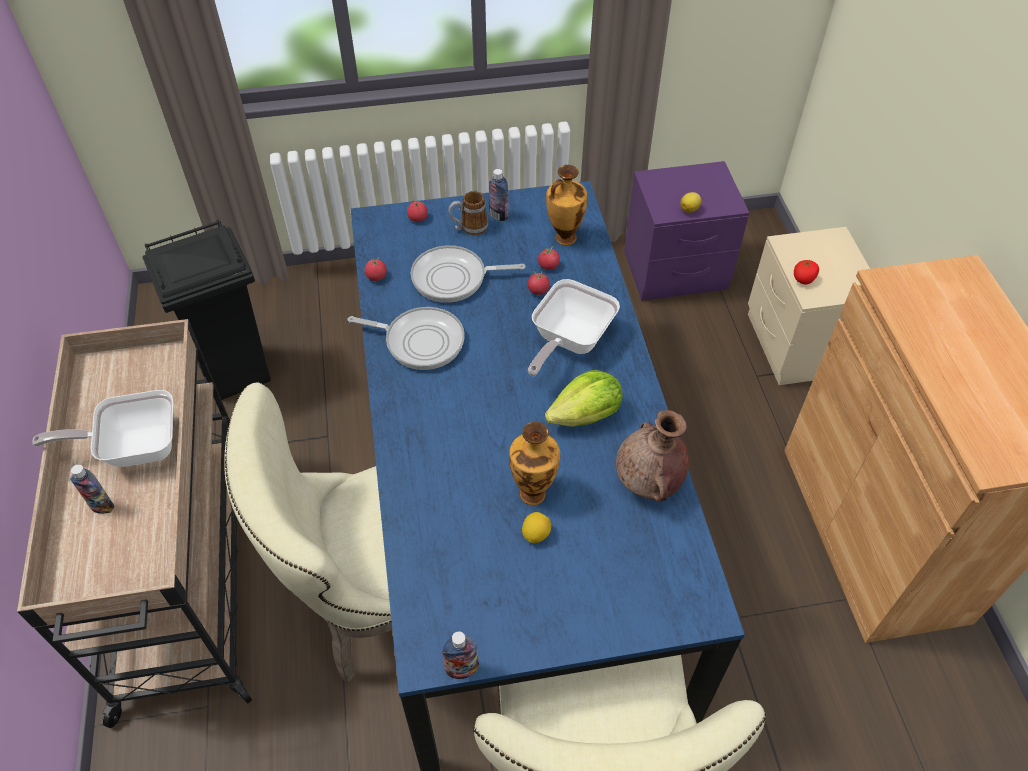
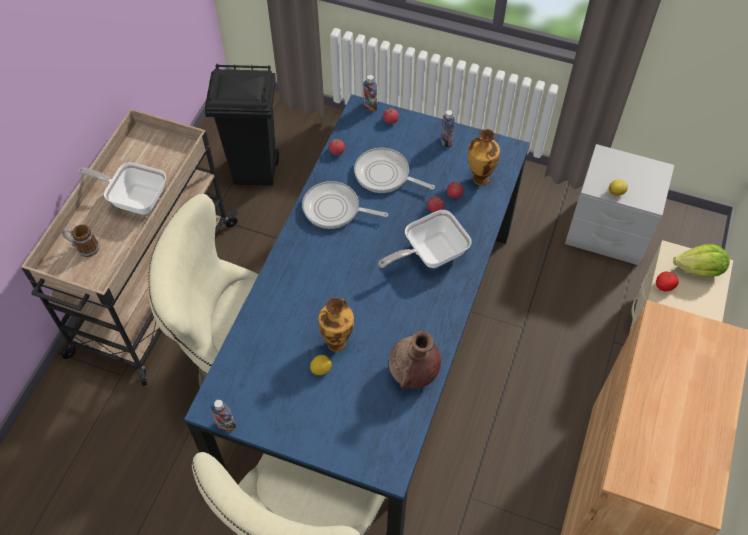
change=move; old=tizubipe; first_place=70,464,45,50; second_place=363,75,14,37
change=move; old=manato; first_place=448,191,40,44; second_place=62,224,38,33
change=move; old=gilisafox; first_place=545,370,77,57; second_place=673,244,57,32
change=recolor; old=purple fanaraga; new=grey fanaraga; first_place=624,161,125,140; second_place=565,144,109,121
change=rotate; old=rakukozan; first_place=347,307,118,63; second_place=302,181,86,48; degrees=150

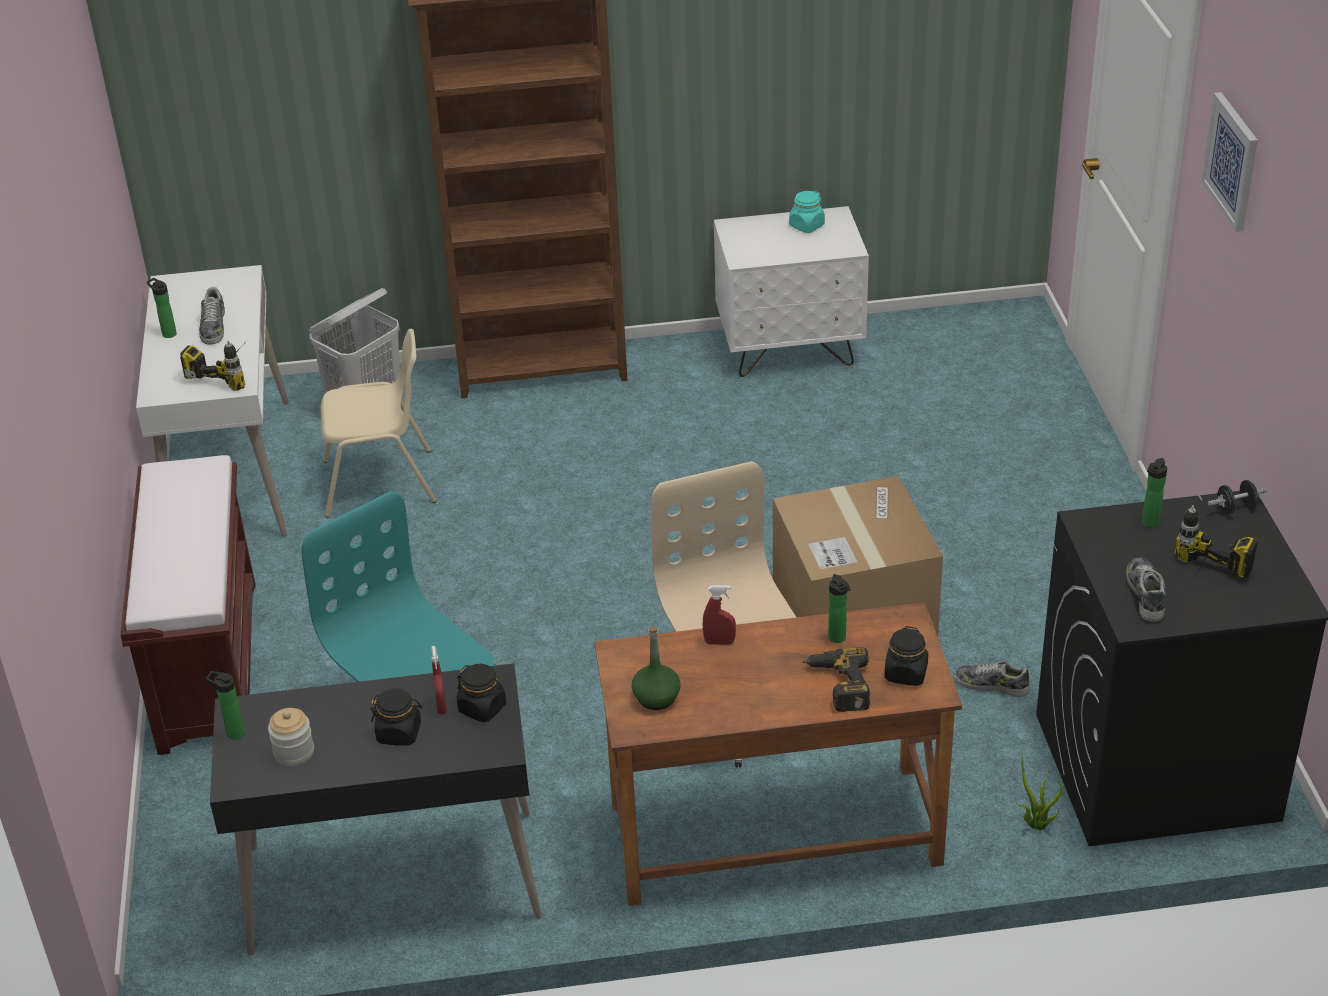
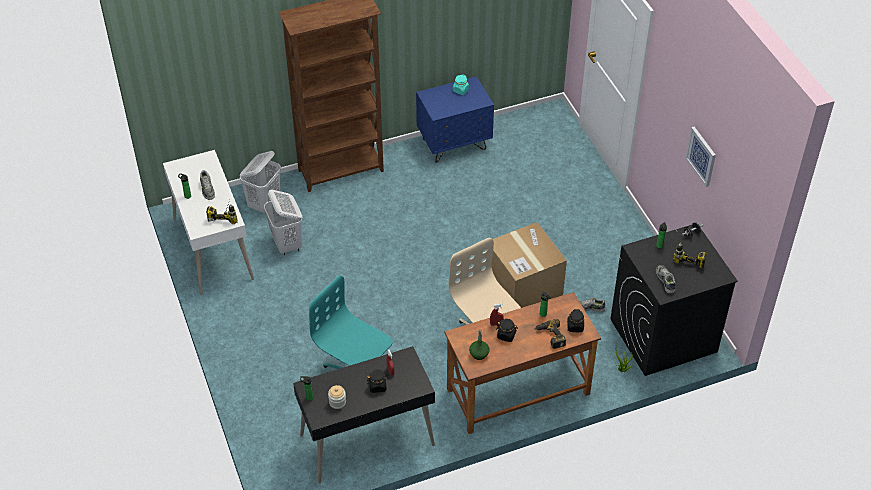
change=delete; old=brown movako; first_place=120,455,135,300
change=move; old=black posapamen; first_place=457,664,49,58; second_place=496,319,22,23
change=move; old=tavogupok; first_place=1201,92,57,140; second_place=685,127,31,60
change=replace; old=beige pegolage; new=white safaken; first_place=321,329,115,189; second_place=264,190,39,65
change=recolor; old=white fanaraga; new=blue fanaraga; first_place=714,206,155,171; second_place=416,76,78,87

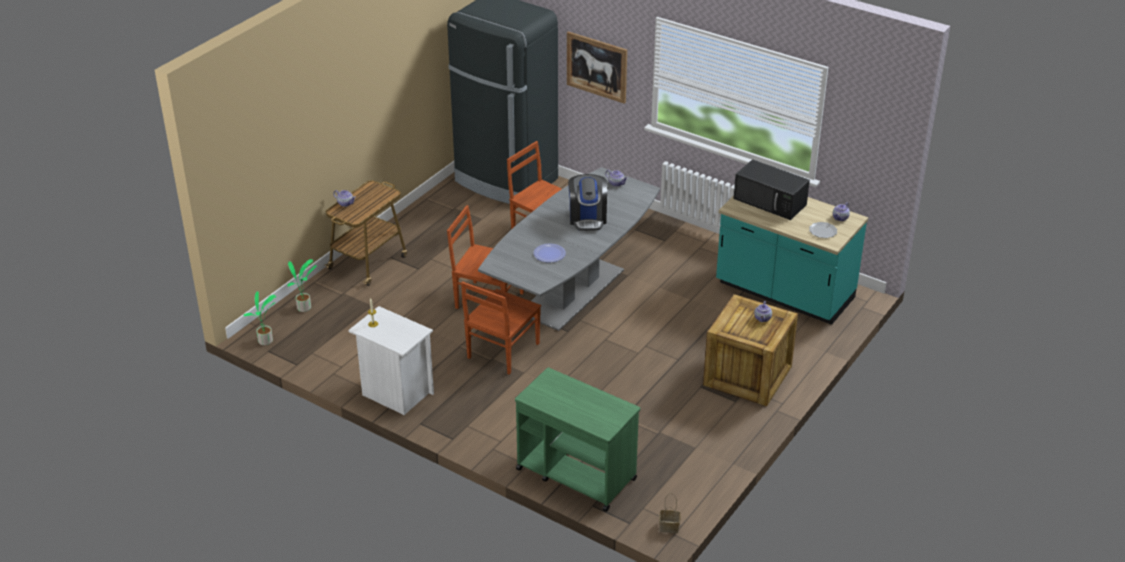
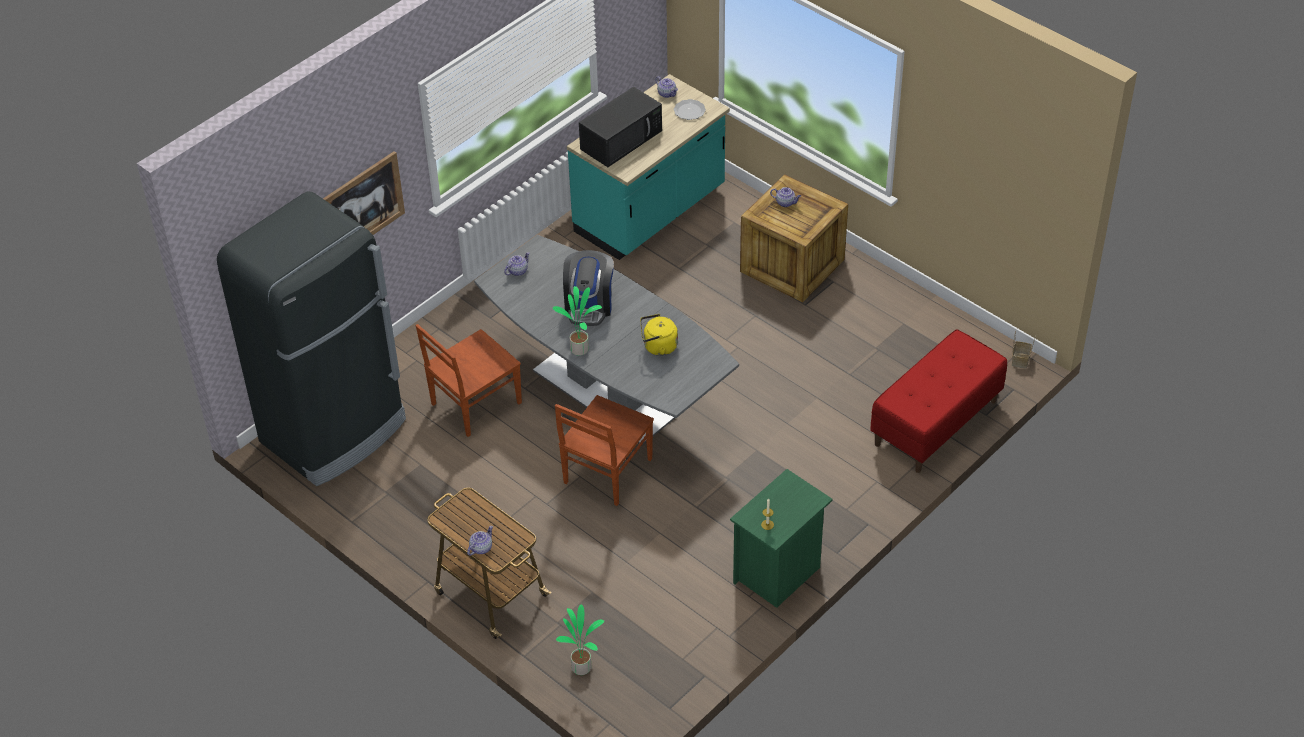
change=delete; old=brown pegolage; first_place=461,281,80,94
change=move; old=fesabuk; first_place=243,291,33,54; second_place=552,286,50,70
change=replace; old=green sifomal; new=red movako; first_place=515,367,125,145; second_place=870,329,137,144
change=replace; old=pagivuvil; new=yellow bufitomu; first_place=533,243,33,19; second_place=640,314,38,42
change=recolor; old=white fanaraga; new=green fanaraga; first_place=348,306,86,109; second_place=730,469,103,139
change=rotate; old=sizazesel; first_place=568,174,40,57; second_place=563,250,51,76; degrees=90

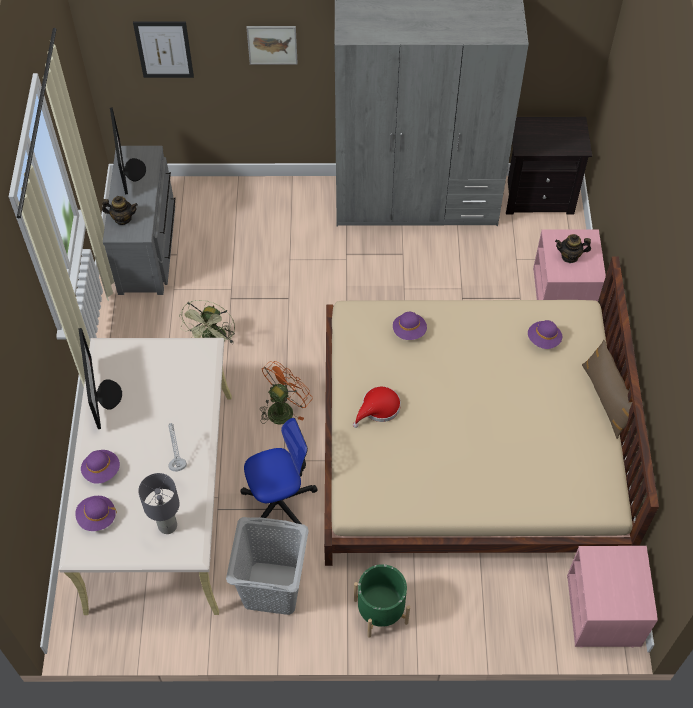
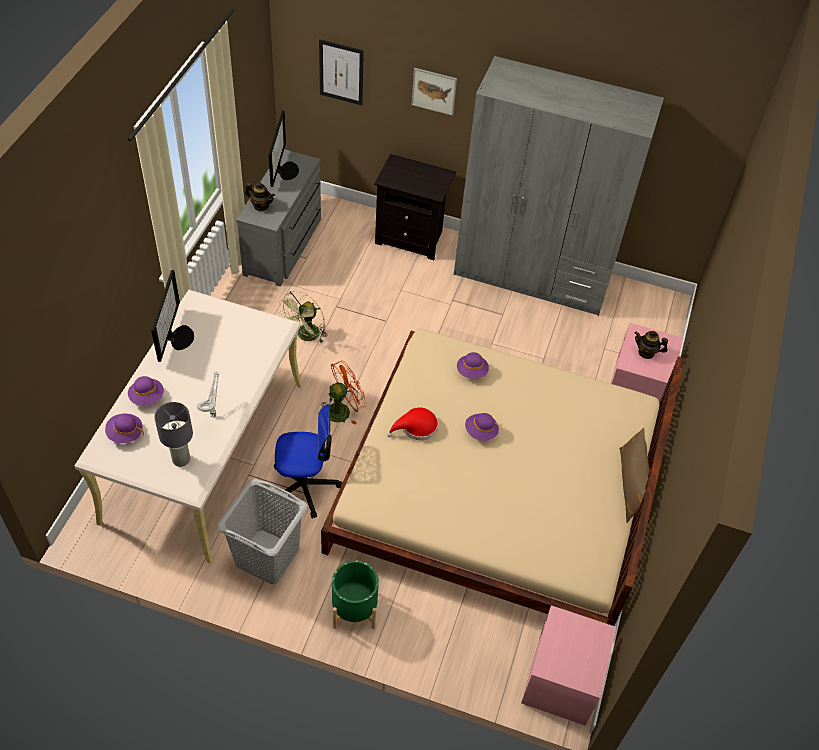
change=move; old=black fanaraga; first_place=506,117,86,98; second_place=374,154,82,106
change=move; old=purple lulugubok; first_place=528,320,34,29; second_place=465,413,34,28

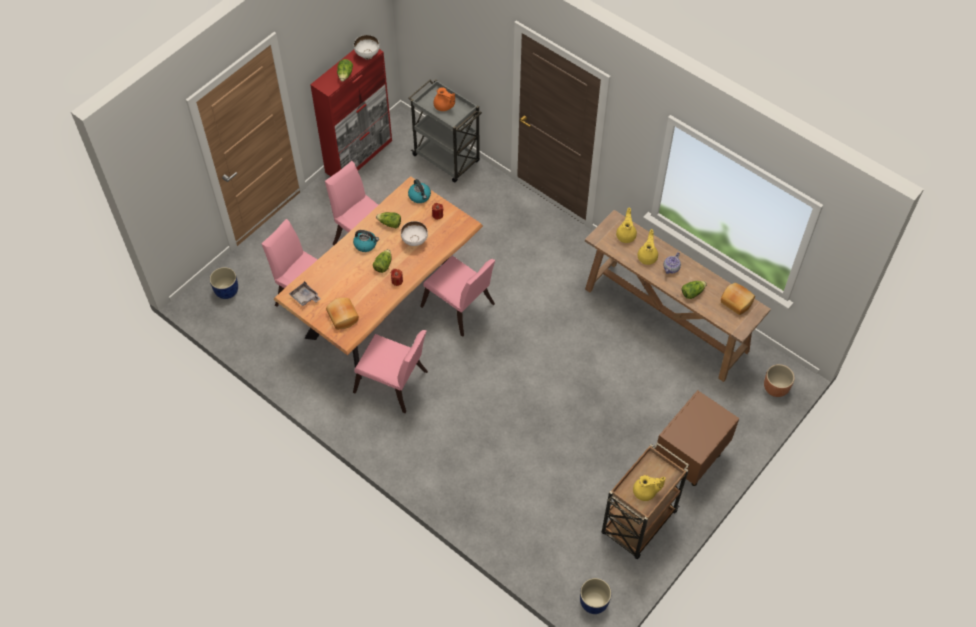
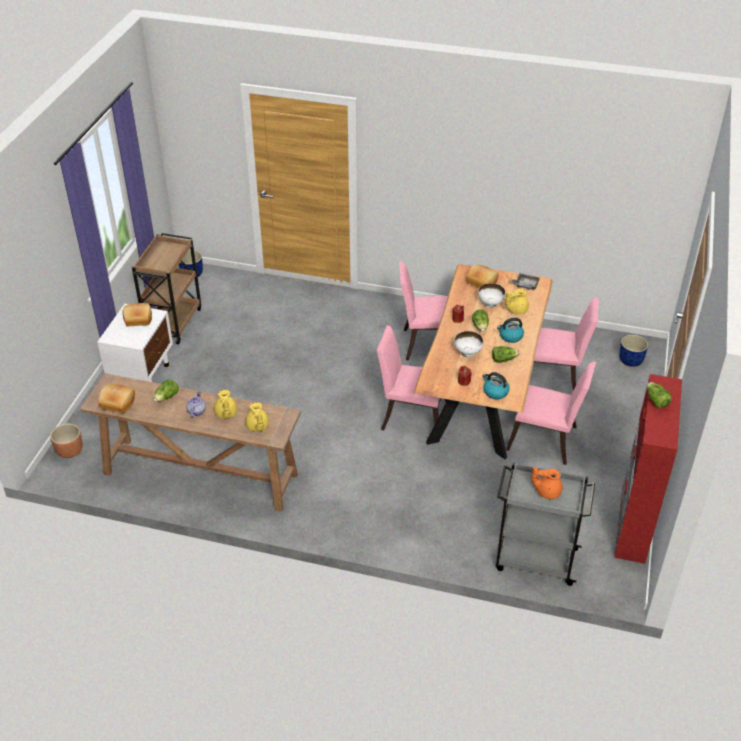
change=insert; new=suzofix; second_place=123,303,29,24
change=move; old=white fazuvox; first_place=354,35,26,25; second_place=478,283,27,25
change=move; old=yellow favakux; first_place=633,475,32,26; second_place=505,288,24,27
change=recolor; old=brown fanaraga; new=white fanaraga; first_place=655,390,85,96; second_place=97,304,76,78

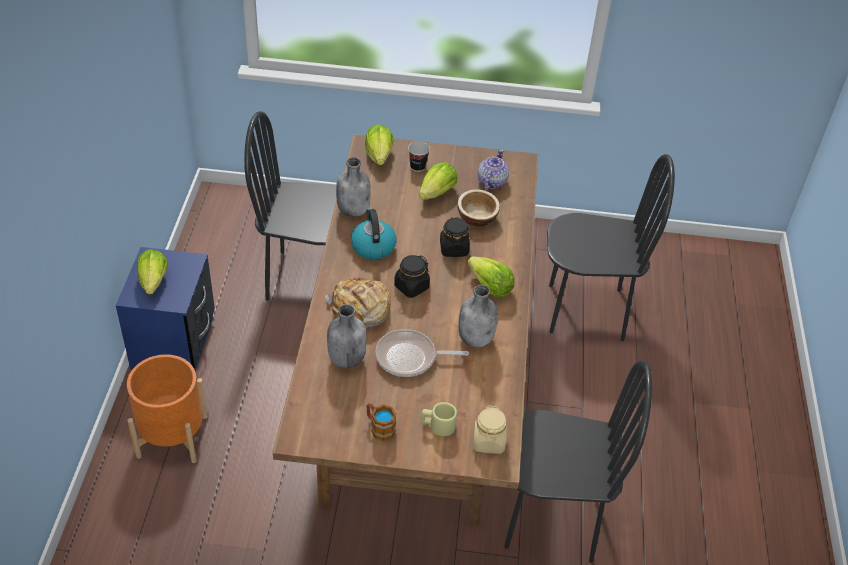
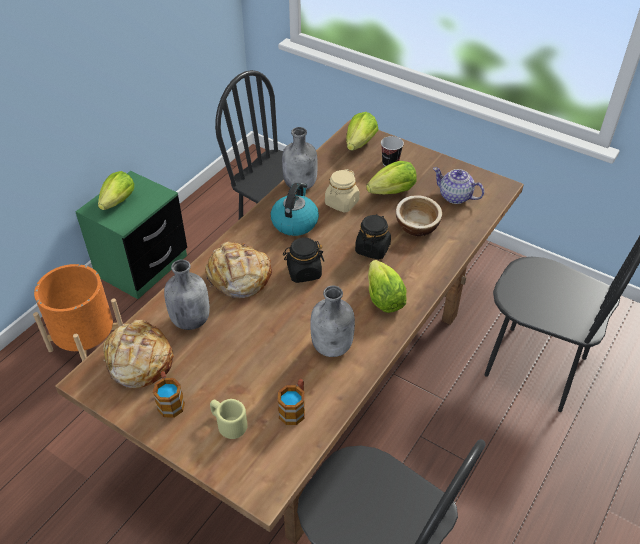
change=delete; old=rakukozan; first_place=375,329,94,48
change=insert; new=suzofix; second_place=103,320,71,68
change=insert; new=manato; second_place=278,379,27,46
change=move; old=beige posapamen; first_place=473,405,34,49; second_place=325,169,35,43
change=recolor; old=blue fanaraga; new=green fanaraga; first_place=116,247,99,124; second_place=75,171,112,128
change=rotate; old=favakux; first_place=478,149,31,41; second_place=433,167,51,37; degrees=-105

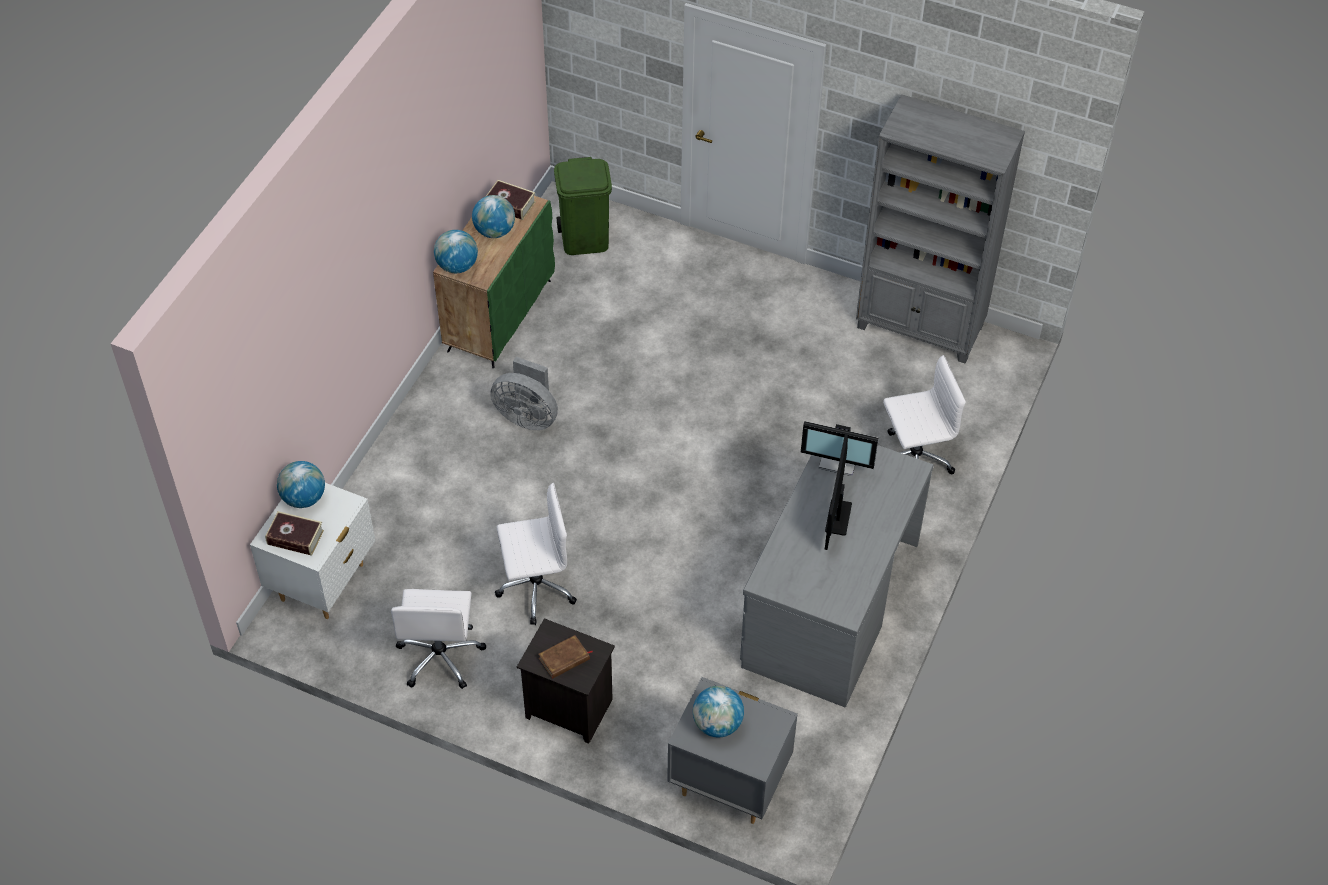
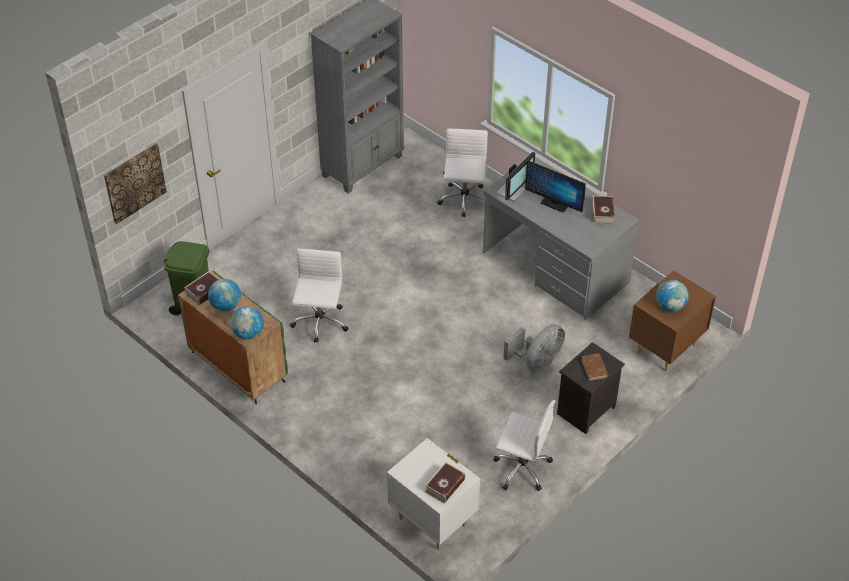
change=delete; old=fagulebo; first_place=277,461,48,47
change=insert; new=tavogupok; second_place=104,143,63,81
change=insert; new=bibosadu; second_place=592,196,23,28
change=move; old=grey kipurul; first_place=490,357,68,73; second_place=503,324,62,48
change=move; old=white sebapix; first_place=495,483,82,142; second_place=290,249,59,94
change=recolor; old=grey fanaraga; new=brown fanaraga; first_place=667,677,131,147; second_place=629,270,87,102

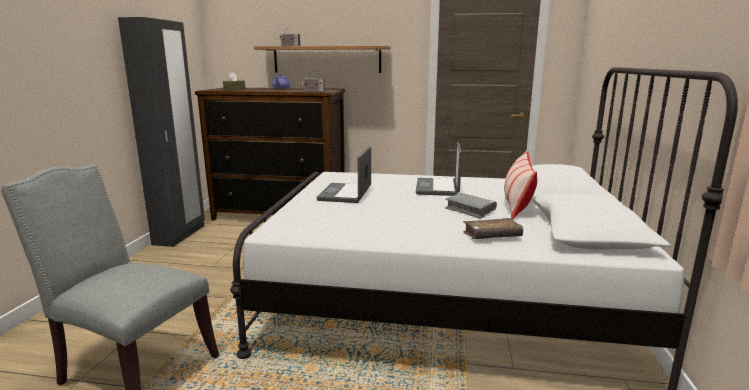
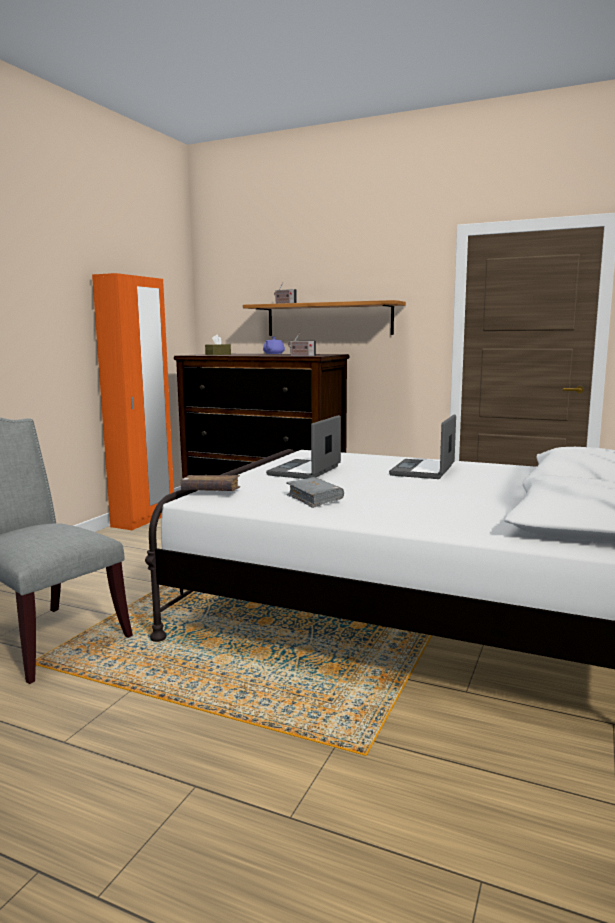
change=delete; old=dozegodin; first_place=504,150,33,69
change=move; old=grey bibosadu; first_place=445,193,52,26; second_place=286,477,58,31
change=move; old=brown bibosadu; first_place=463,218,60,21; second_place=180,475,60,16
change=recolor; old=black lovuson; new=orange lovuson; first_place=118,17,87,230; second_place=92,273,82,257

